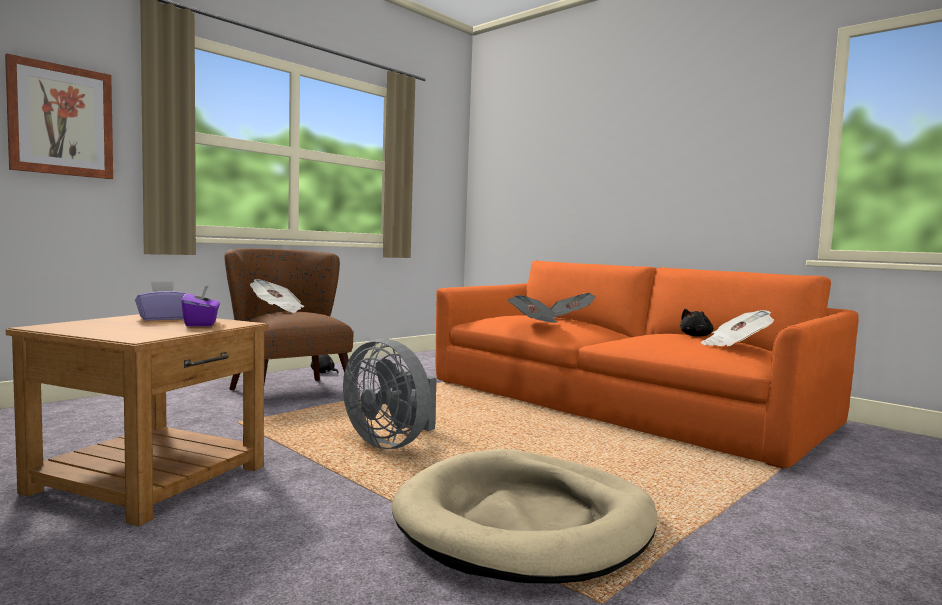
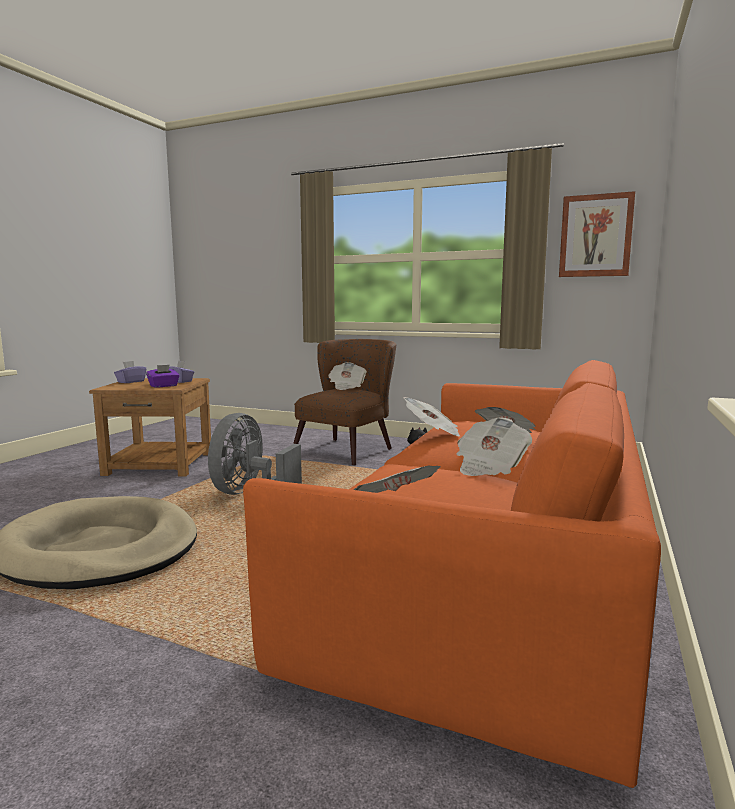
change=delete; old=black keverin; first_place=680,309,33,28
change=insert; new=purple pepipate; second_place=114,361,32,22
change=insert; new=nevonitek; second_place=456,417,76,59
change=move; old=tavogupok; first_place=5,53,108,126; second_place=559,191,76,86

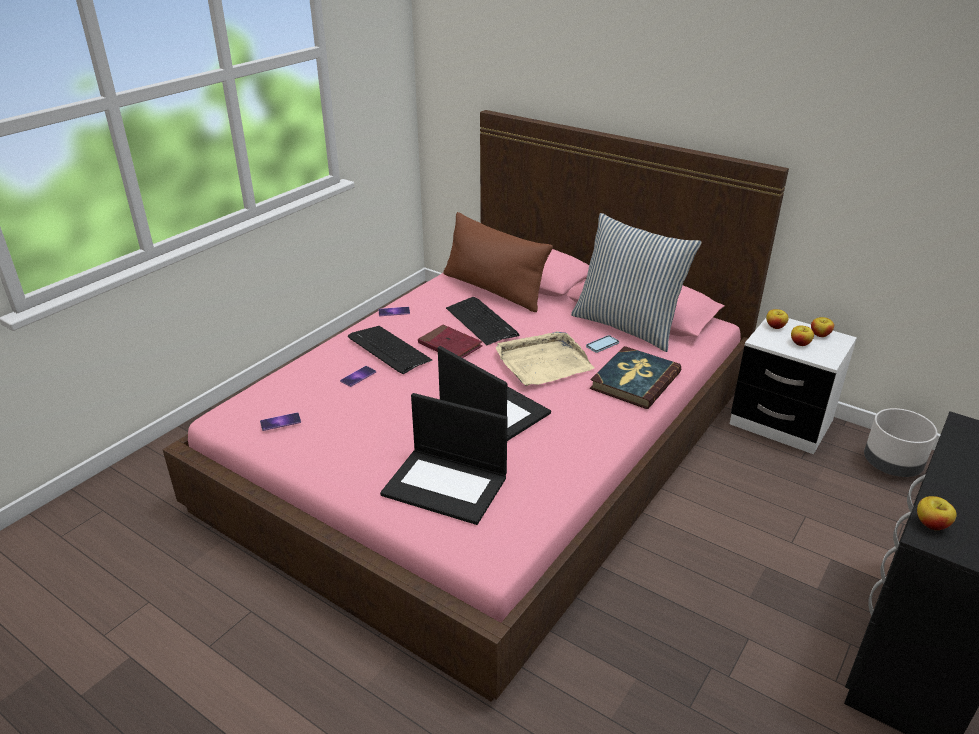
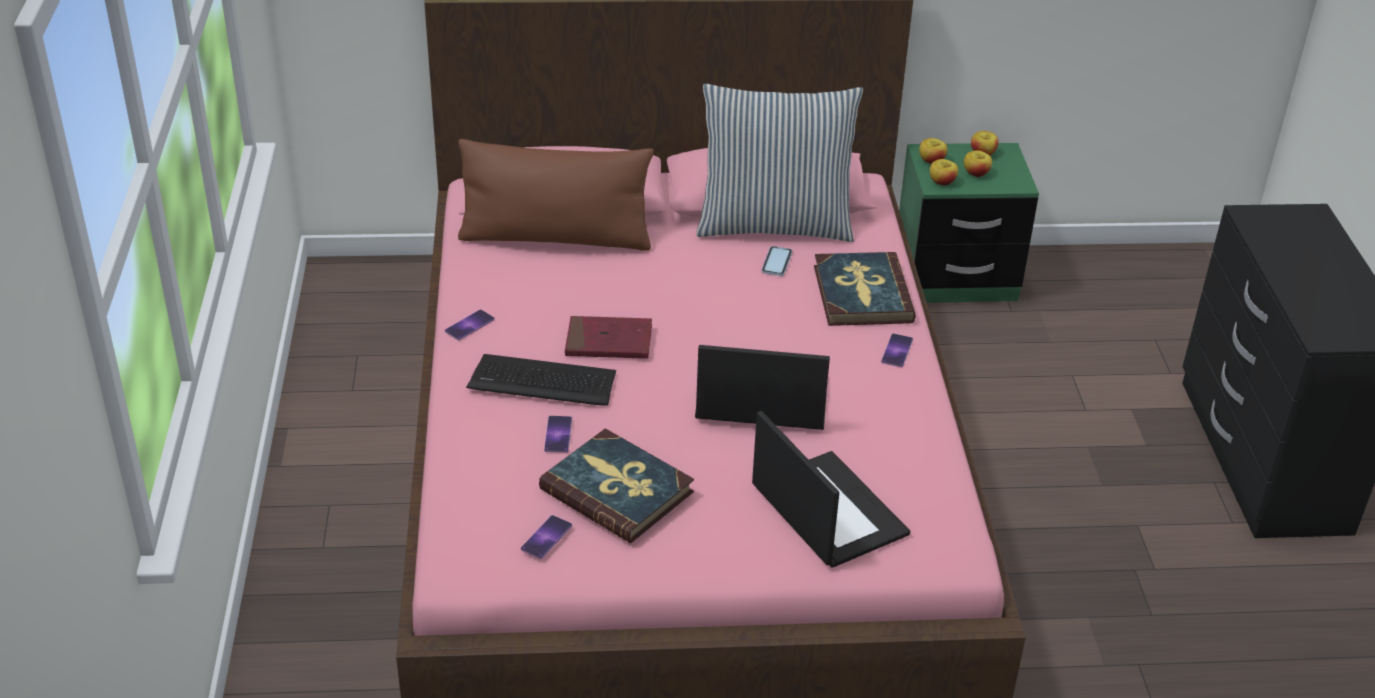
change=delete; old=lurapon; first_place=446,297,74,48
change=delete; old=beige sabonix; first_place=495,331,99,55
change=delete; old=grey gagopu; first_place=864,408,73,69
change=insert; new=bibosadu; second_place=539,428,155,115
change=insert; new=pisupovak; second_place=881,333,32,35
change=move; old=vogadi; first_place=917,496,40,34; second_place=930,159,28,27
change=recolor; old=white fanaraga; new=green fanaraga; first_place=730,318,127,136; second_place=899,143,140,160
change=rotate; old=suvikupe; first_place=380,393,128,132; second_place=752,411,158,157; degrees=-105

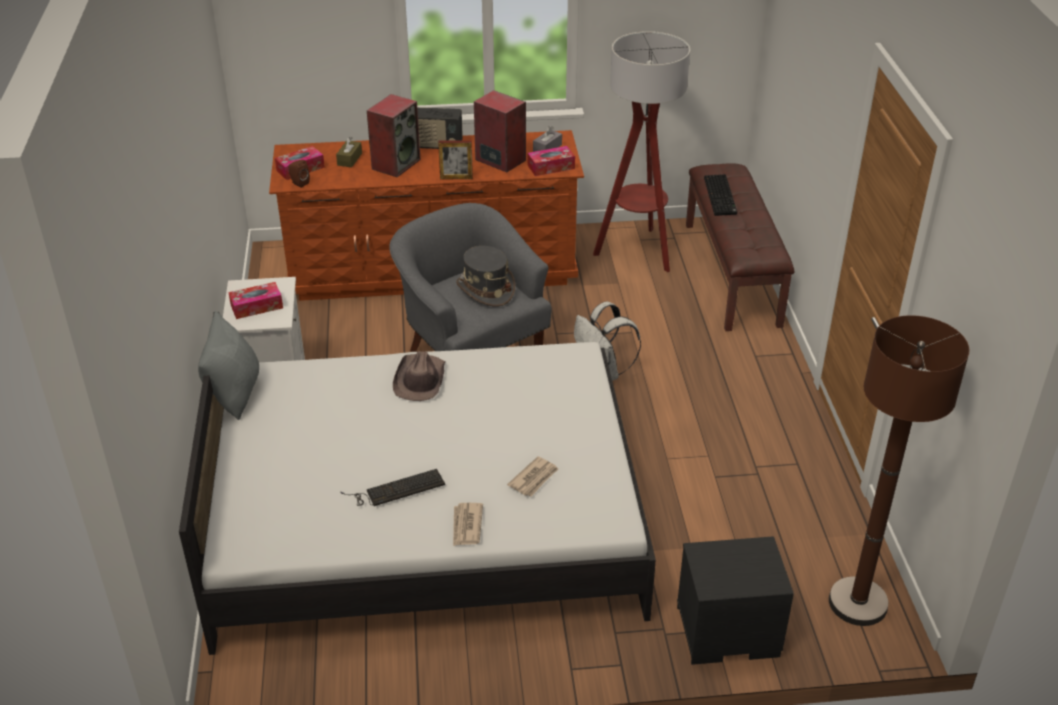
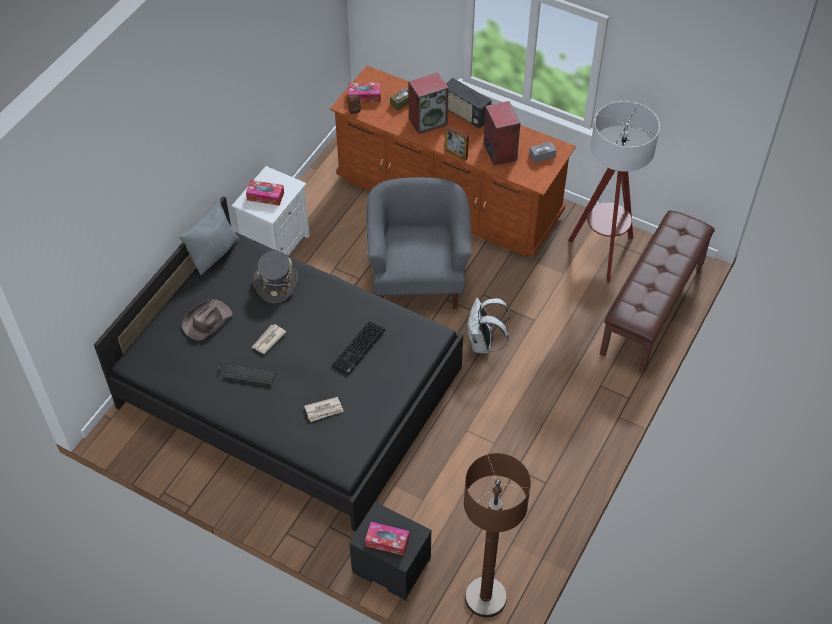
change=move; old=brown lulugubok; first_place=393,351,52,50; second_place=182,299,50,42
change=move; old=nevonitek; first_place=453,503,30,43; second_place=252,324,34,30
change=move; old=grey lulugubok; first_place=456,246,59,61; second_place=253,251,45,52
change=move; old=pepipate; first_place=528,146,47,30; second_place=365,522,44,34
change=move; old=lurapon; first_place=704,174,33,42; second_place=332,321,53,54
change=recolor; old=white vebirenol; new=black vebirenol; first_place=179,312,477,343; second_place=94,196,369,336

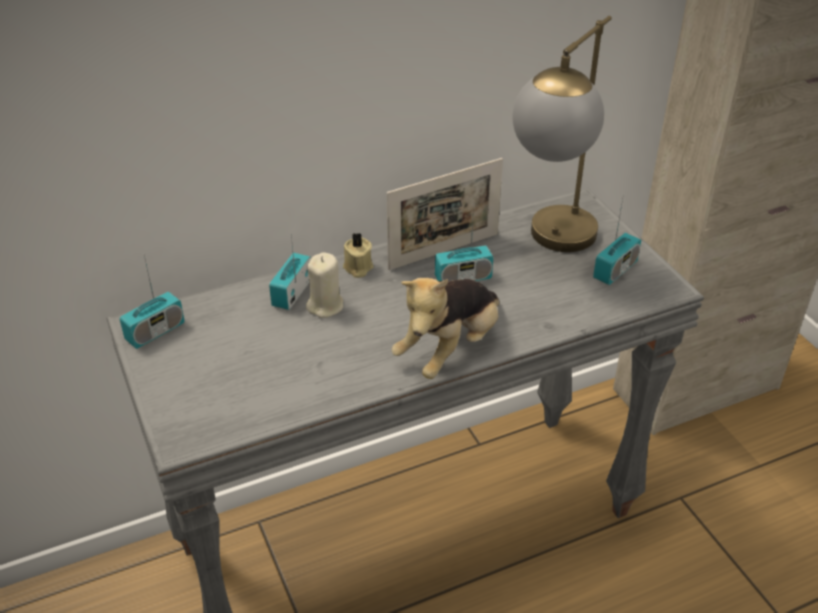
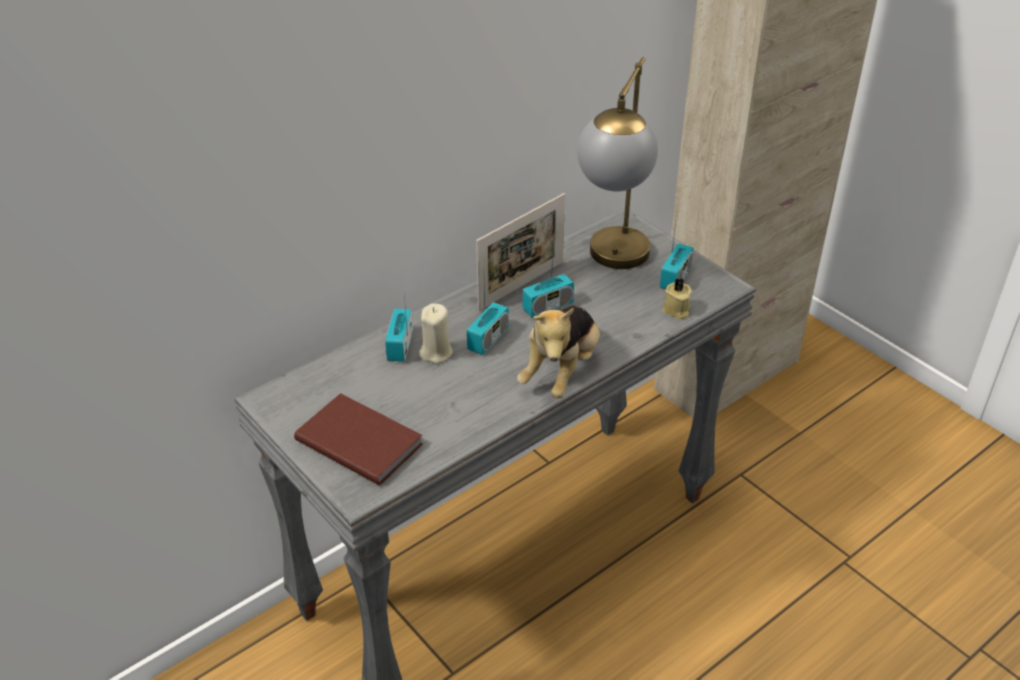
change=insert; new=brown bibosadu; second_place=294,393,129,92
change=move; old=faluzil; first_place=120,256,65,93; second_place=467,288,42,67
change=move; old=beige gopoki; first_place=343,233,31,45; second_place=662,278,30,41

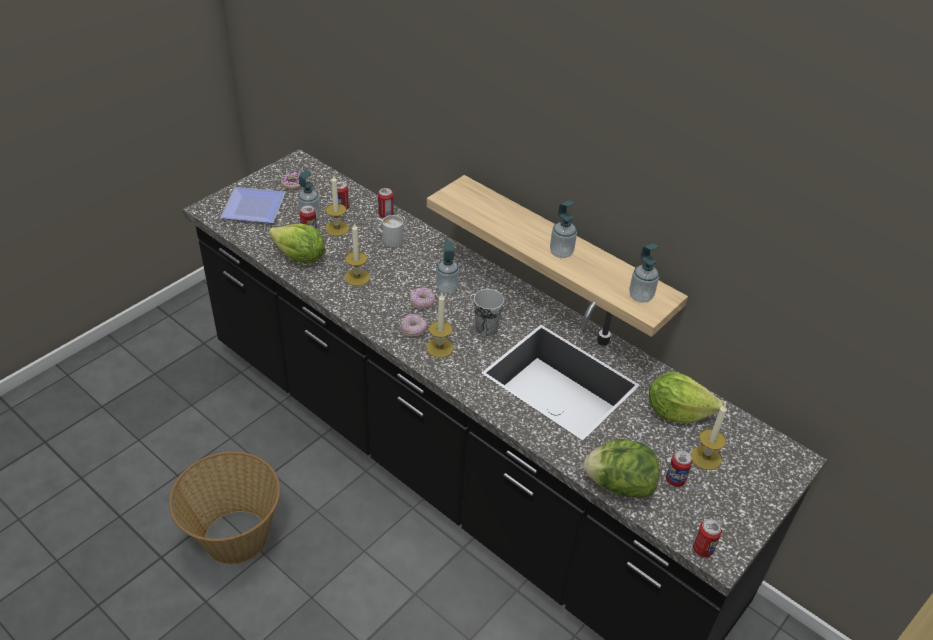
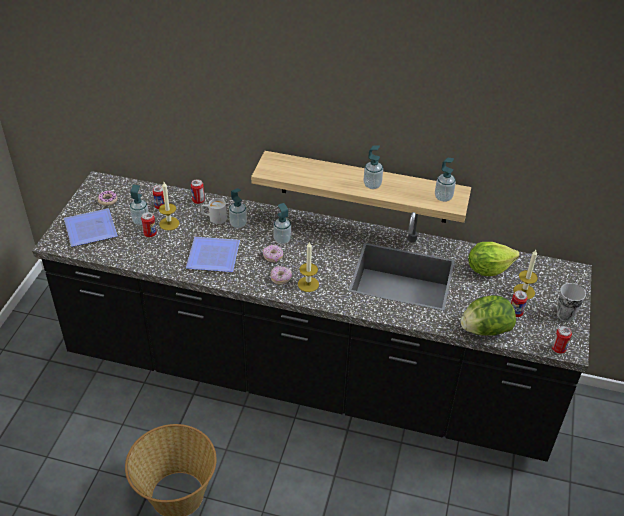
change=delete; old=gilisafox; first_place=269,224,56,39
change=insert; new=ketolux; second_place=229,188,18,40
change=move; old=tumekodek; first_place=474,289,30,48; second_place=556,283,30,39
change=replace; old=gopoki; new=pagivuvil; first_place=344,223,26,63; second_place=186,237,54,35

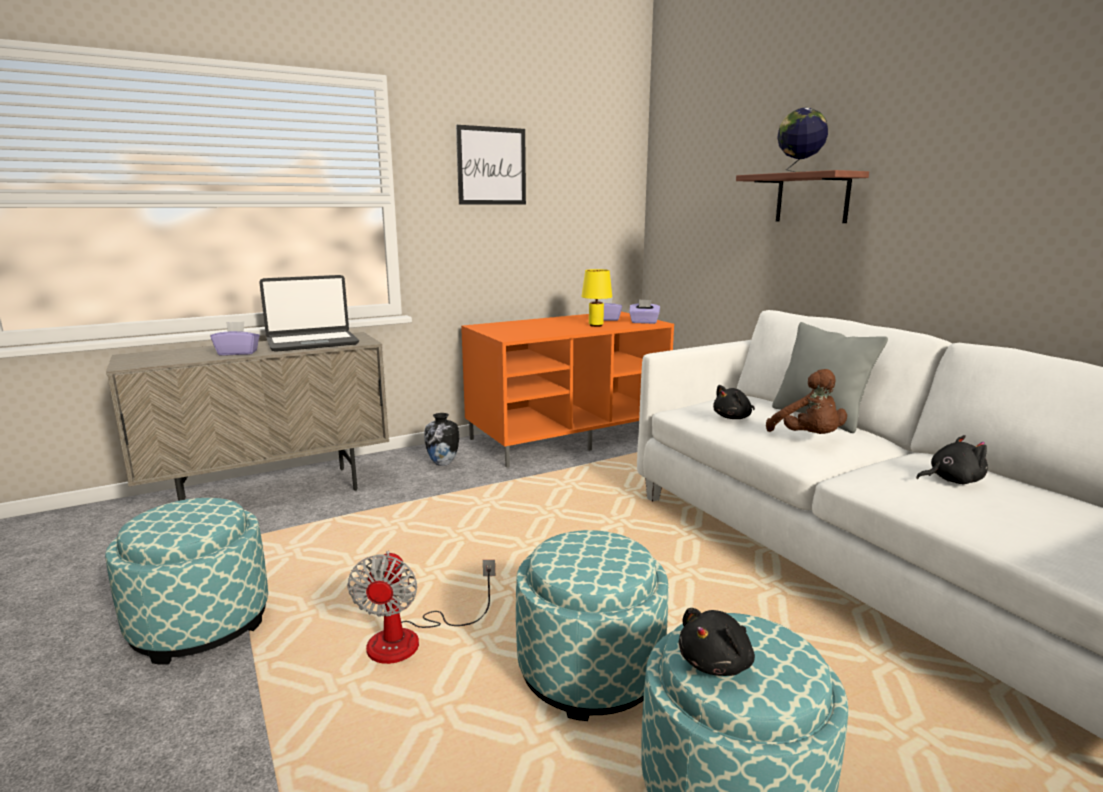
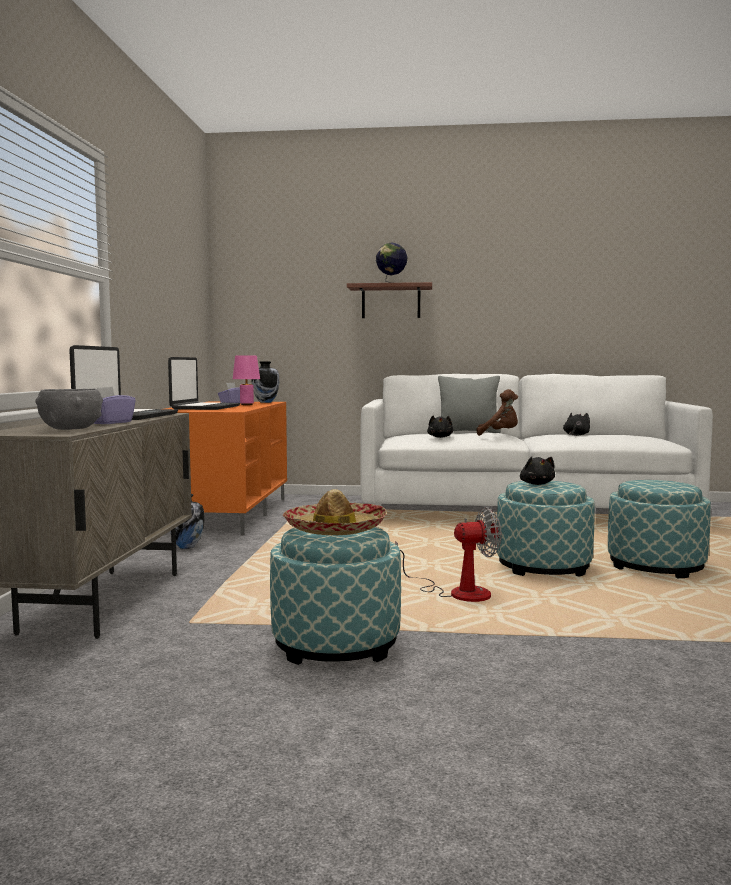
change=delete; old=tavogupok; first_place=456,125,70,80
change=insert; new=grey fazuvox; second_place=35,389,68,41
change=insert; new=suvikupe; second_place=168,357,72,53
change=insert; new=lulugubok; second_place=283,489,104,46
change=move; old=black keverin; first_place=678,608,77,68; second_place=520,456,35,29
change=replace; old=purple pepipate; new=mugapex; first_place=629,299,31,25; second_place=252,362,27,41
change=recolor; old=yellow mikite; new=pink mikite; first_place=581,269,31,58; second_place=233,356,27,49
change=rotate; old=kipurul; first_place=347,551,148,113; second_place=395,507,106,95; degrees=-45

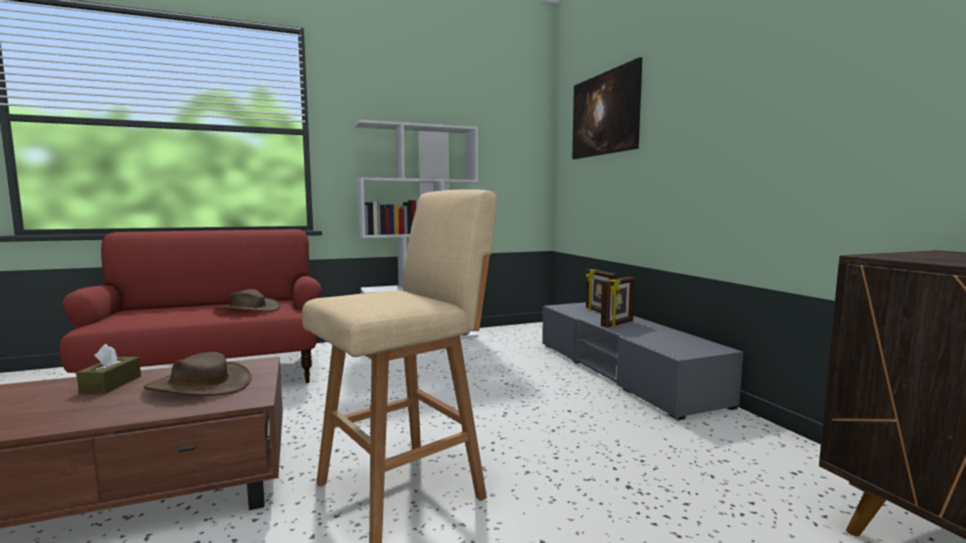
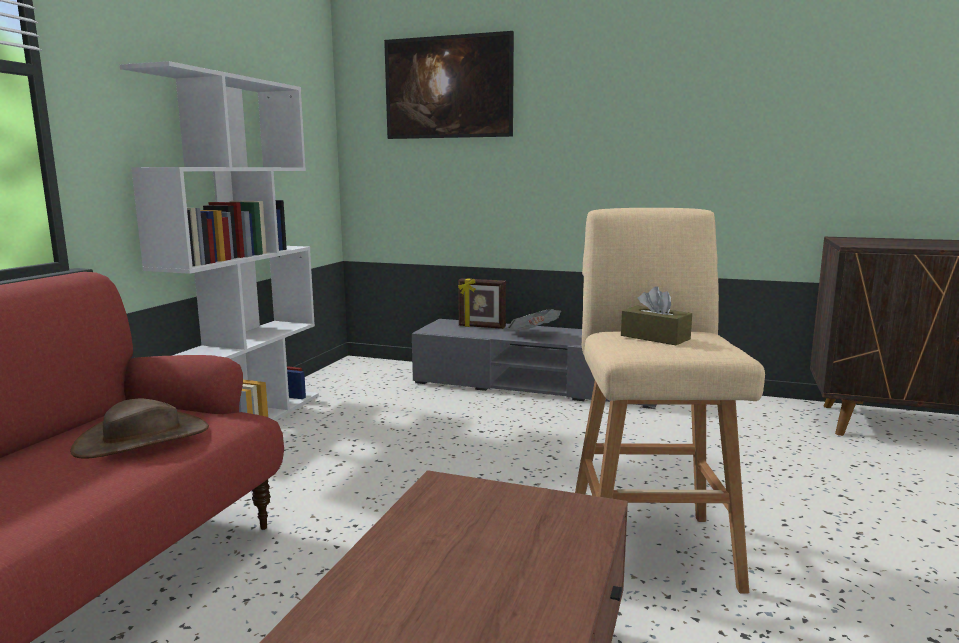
change=delete; old=brown lulugubok; first_place=144,352,108,44
change=move; old=brown pepipate; first_place=77,344,64,50; second_place=621,286,71,59
change=replace; old=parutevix; new=nevonitek; first_place=601,277,34,51; second_place=507,309,54,21

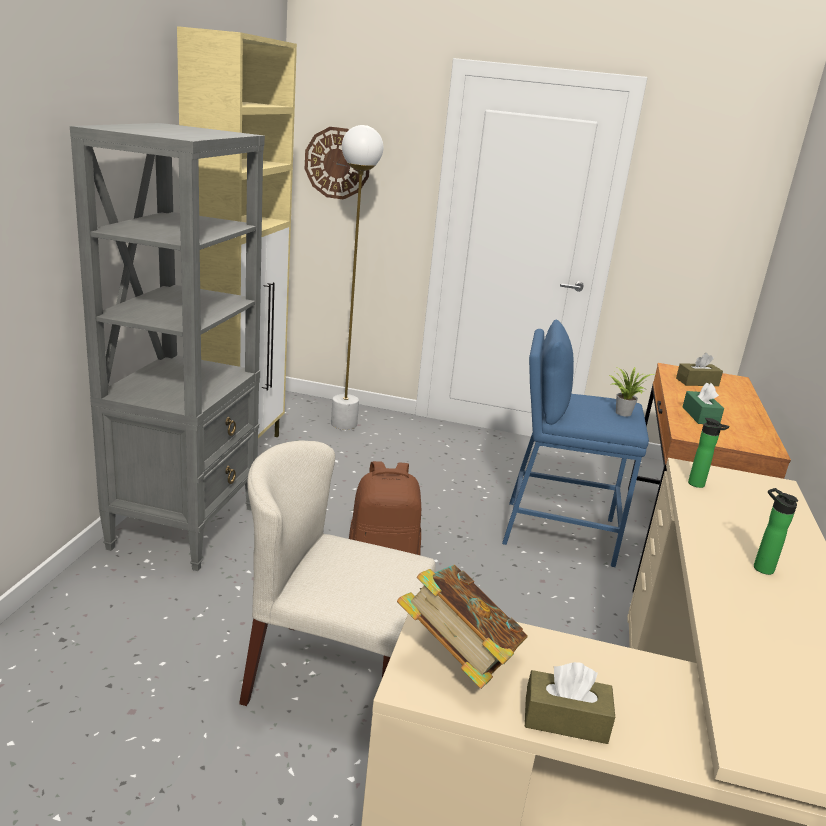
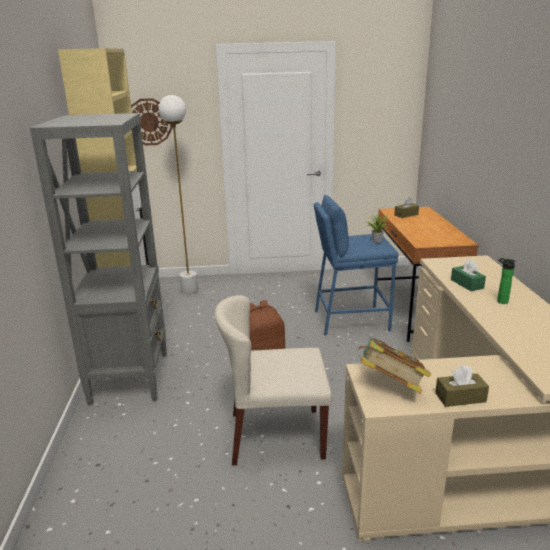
change=delete; old=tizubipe; first_place=688,418,41,70
change=move; old=green pepipate; first_place=683,383,41,41; second_place=451,259,35,32

